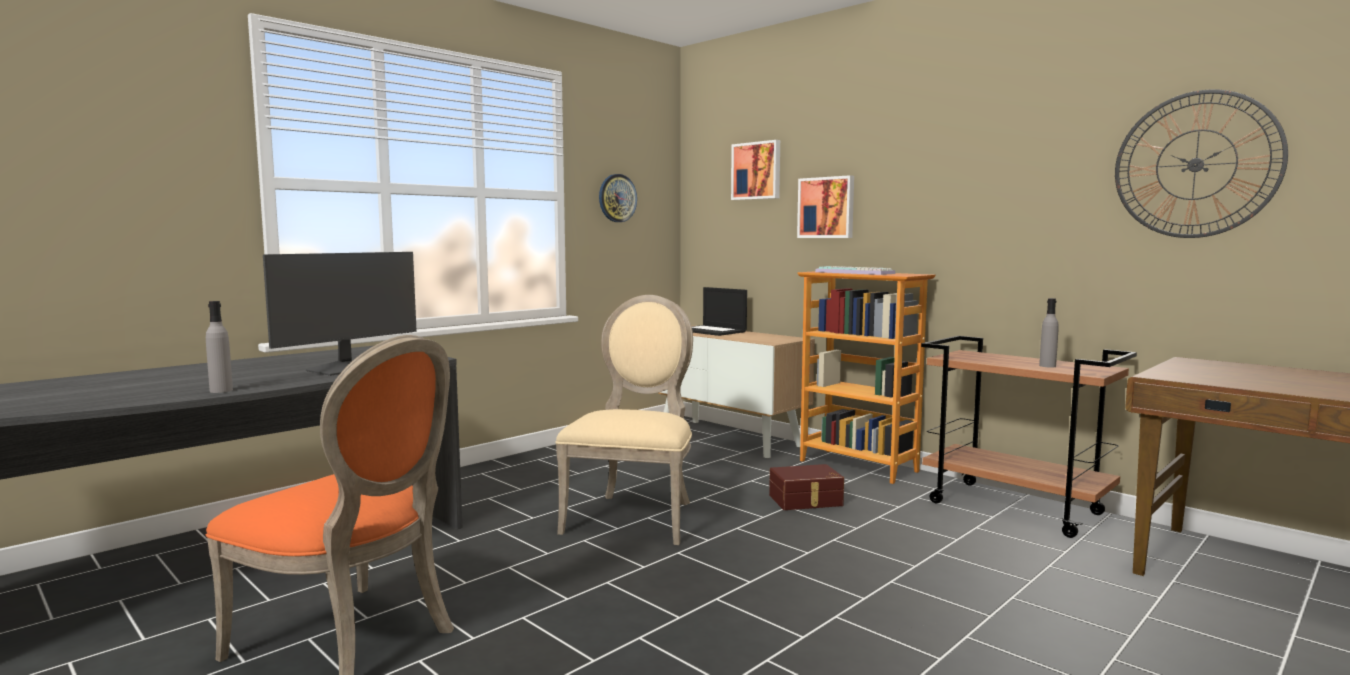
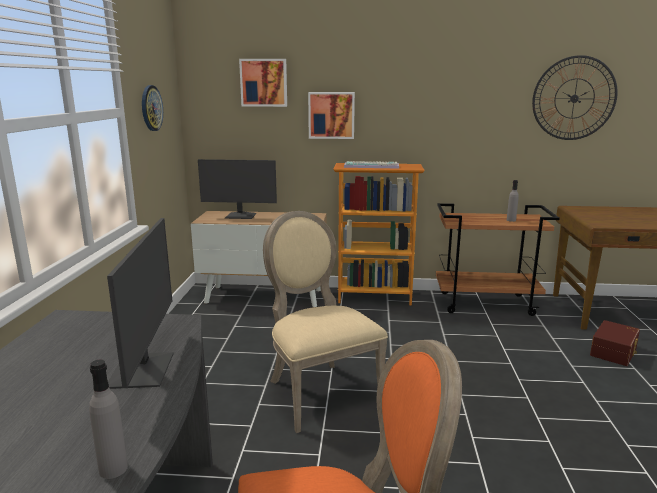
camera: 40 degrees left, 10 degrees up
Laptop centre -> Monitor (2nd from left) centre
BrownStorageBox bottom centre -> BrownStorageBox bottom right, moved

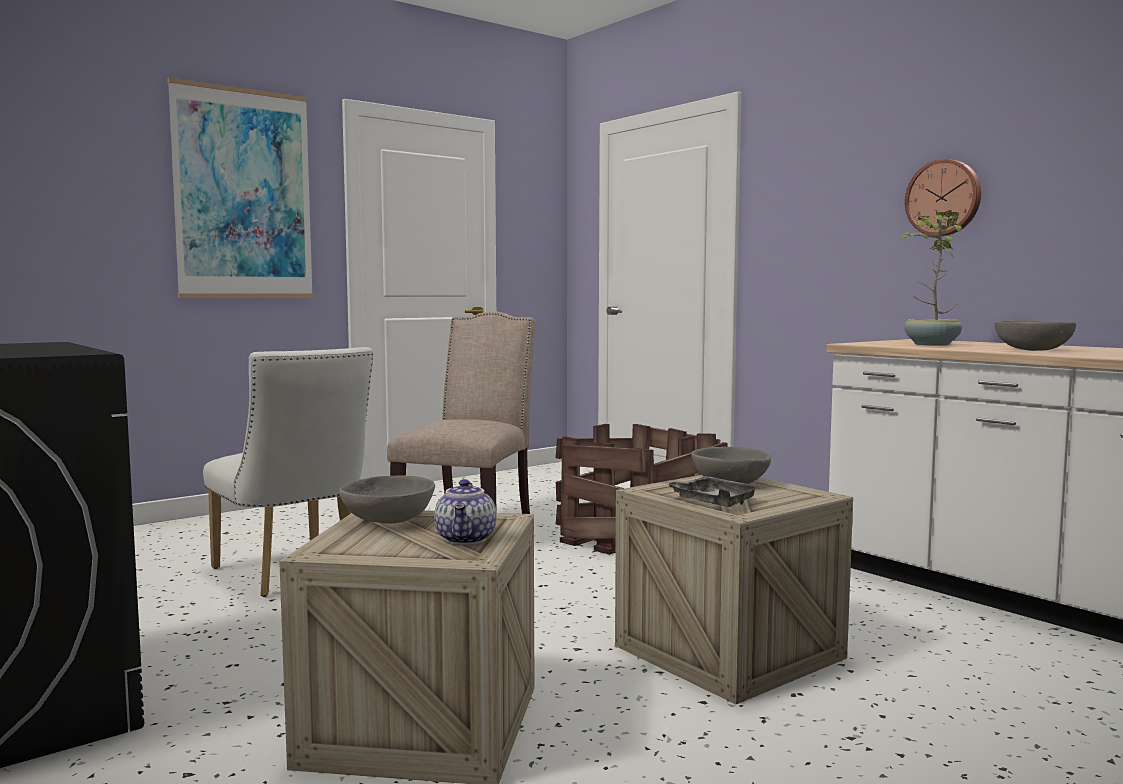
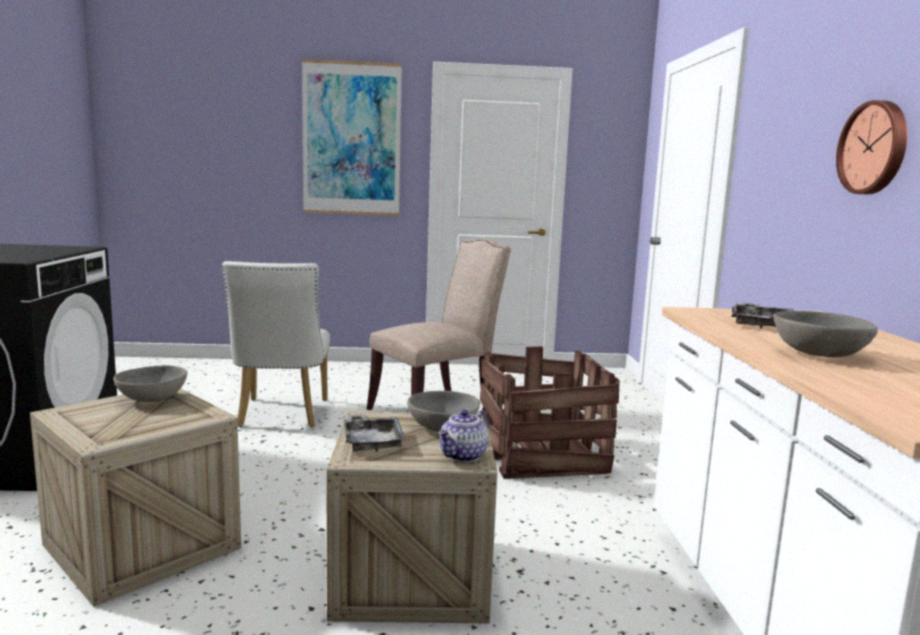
camera: 35 degrees right, 5 degrees up
PottedPlant middle right -> GreyTray (2nd from left) middle right
Teapot centre -> Teapot bottom centre, moved

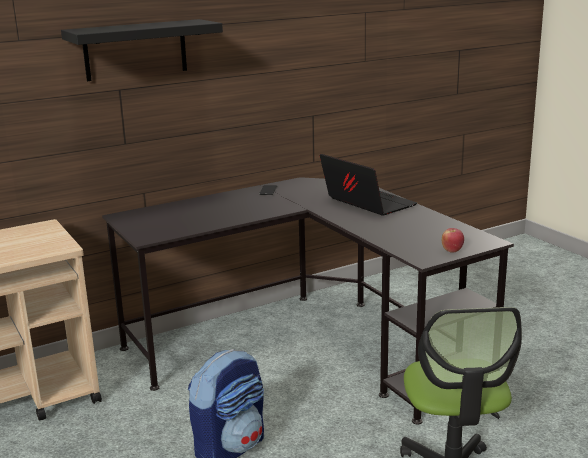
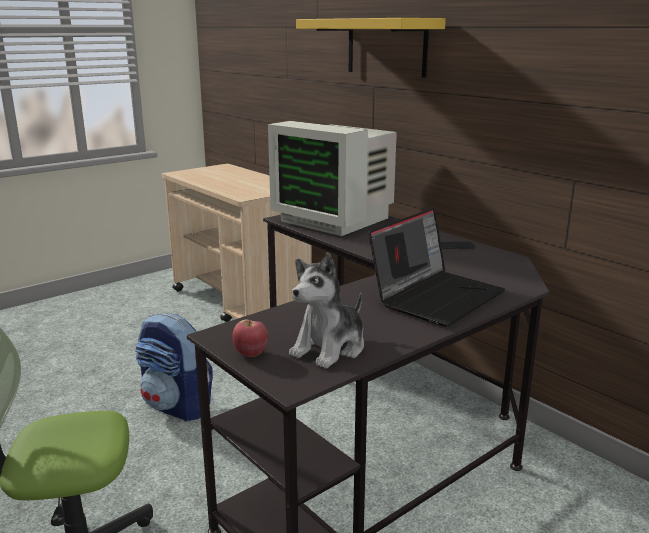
camera: 80 degrees right, 0 degrees up
BlackShelf top left -> YellowShelf top centre
none -> Monitor centre
none -> PlushToy centre

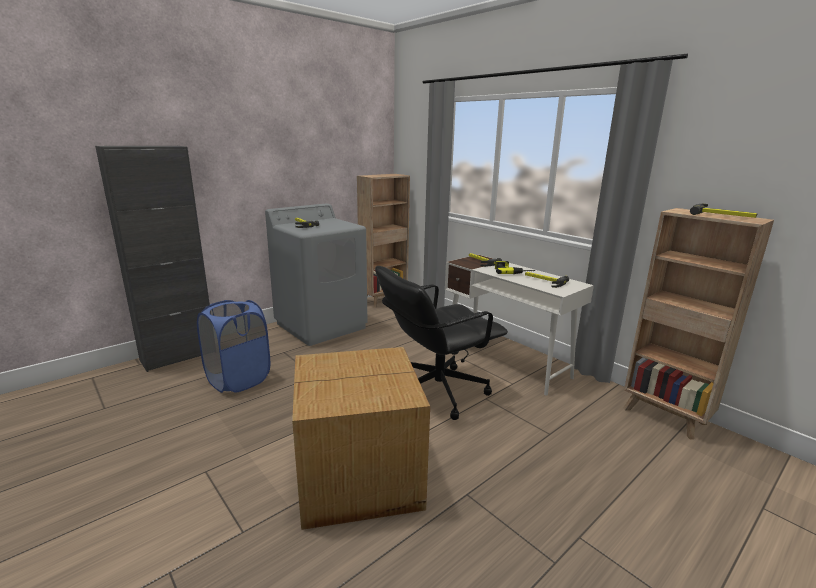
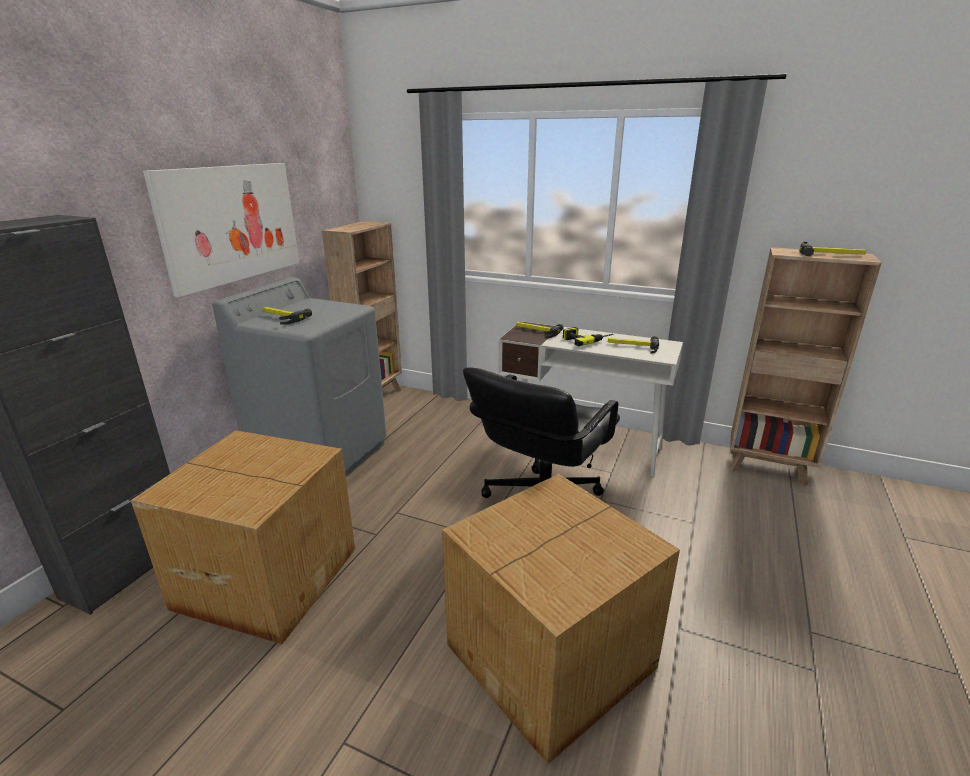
camera: 25 degrees left, 5 degrees up
BlueLaundryBasket middle left -> CardboardBox (1st from left) bottom left
none -> Picture top left

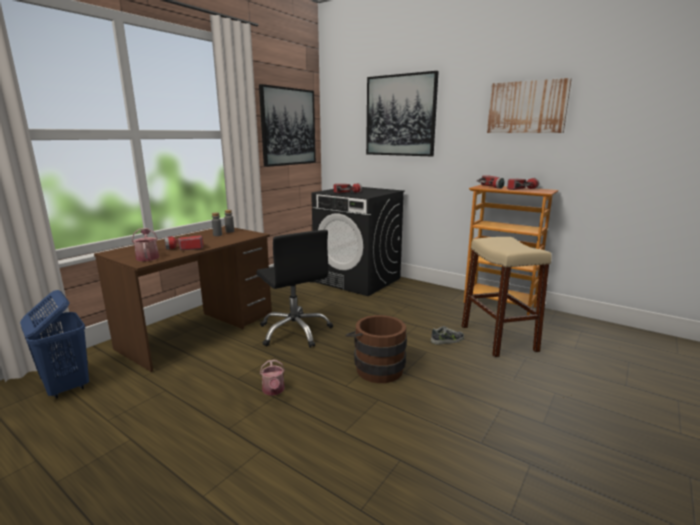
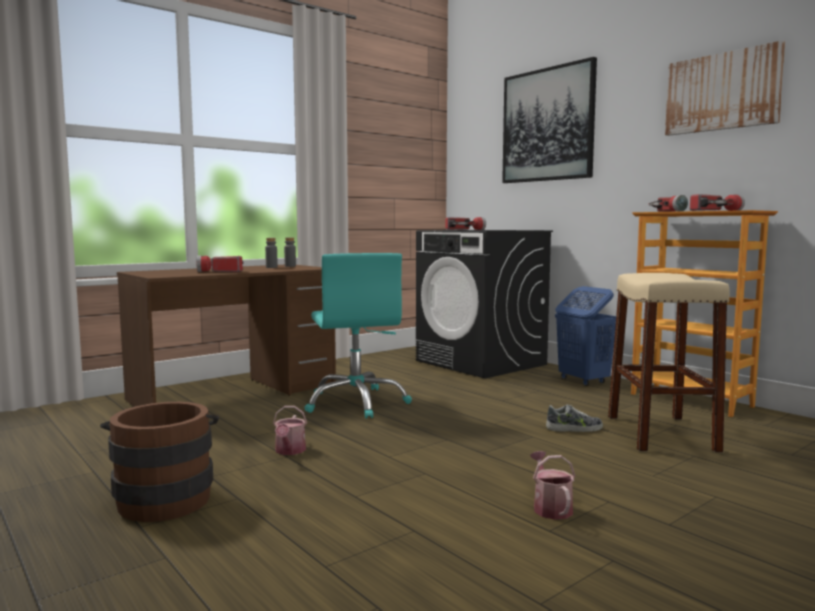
camera: 15 degrees right, 10 degrees down
Picture (1st from left) top centre -> none
WateringCan (1st from left in the first image) middle left -> WateringCan (2nd from left) bottom right, moved
BlackOfficeChair centre -> TurquoiseOfficeChair centre
BlueLaundryBasket middle left -> BlueLaundryBasket middle right, moved
BrownBucket centre -> BrownBucket bottom left, moved

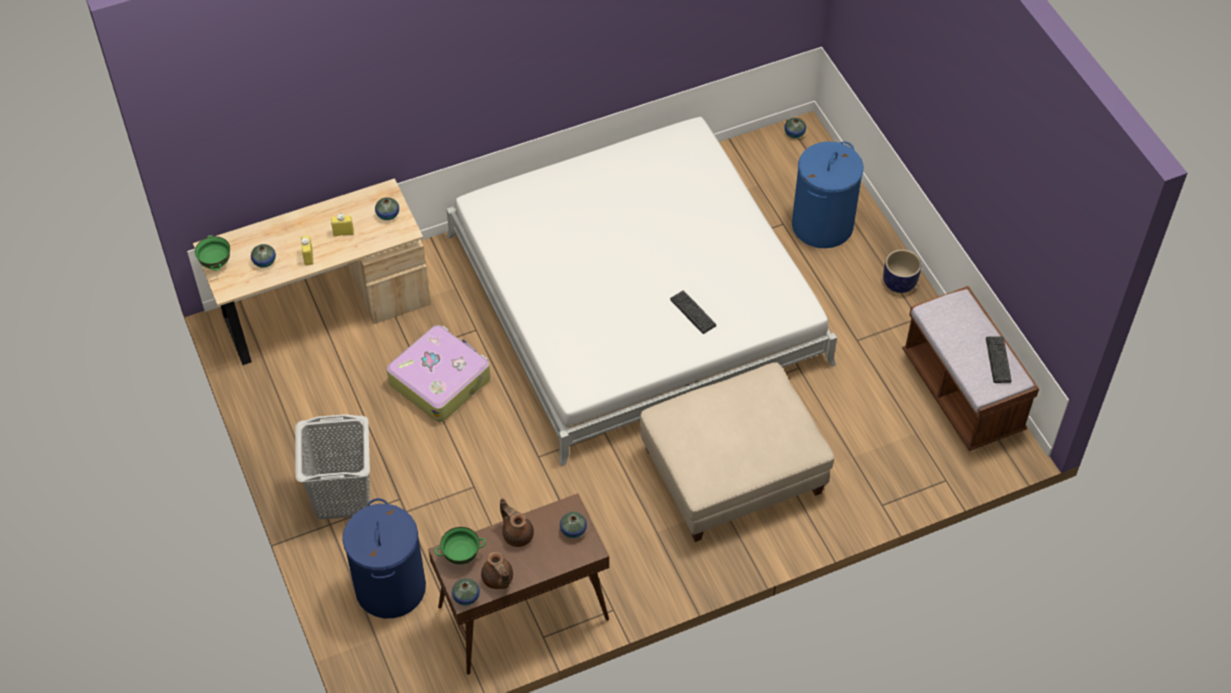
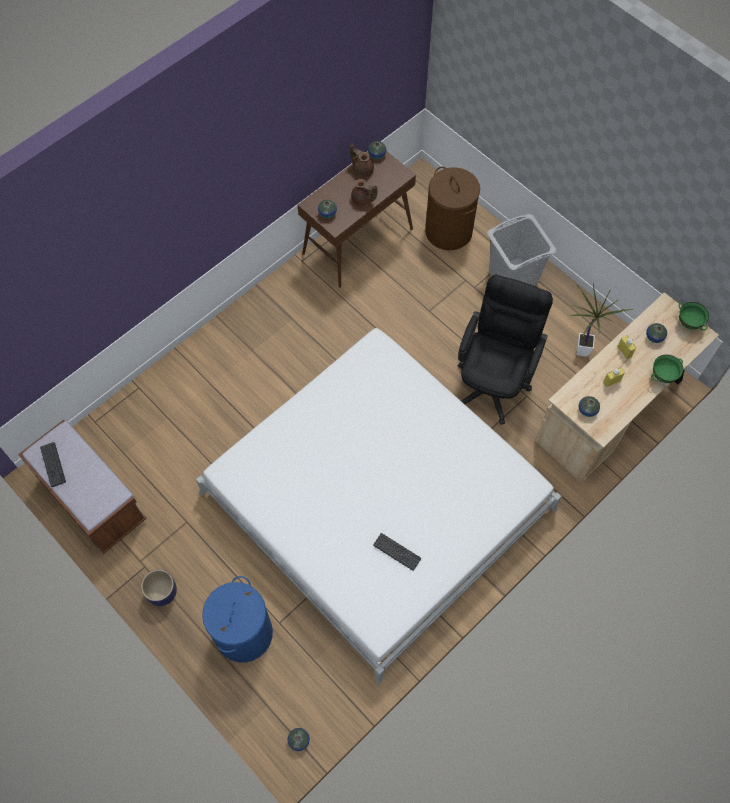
camera: 160 degrees right, 10 degrees up
Keyboard (1st from left in the first image) centre -> Keyboard (2nd from left) bottom centre, moved
Suitcase centre -> BlackOfficeChair middle right
BeigeOttoman centre -> none
BlueLaundryBasket (1st from left) bottom left -> BrownLaundryBasket top centre
GreenBowl (2nd from left in the first image) bottom centre -> GreenBowl (1st from left) middle right, moved
none -> PottedPlant middle right

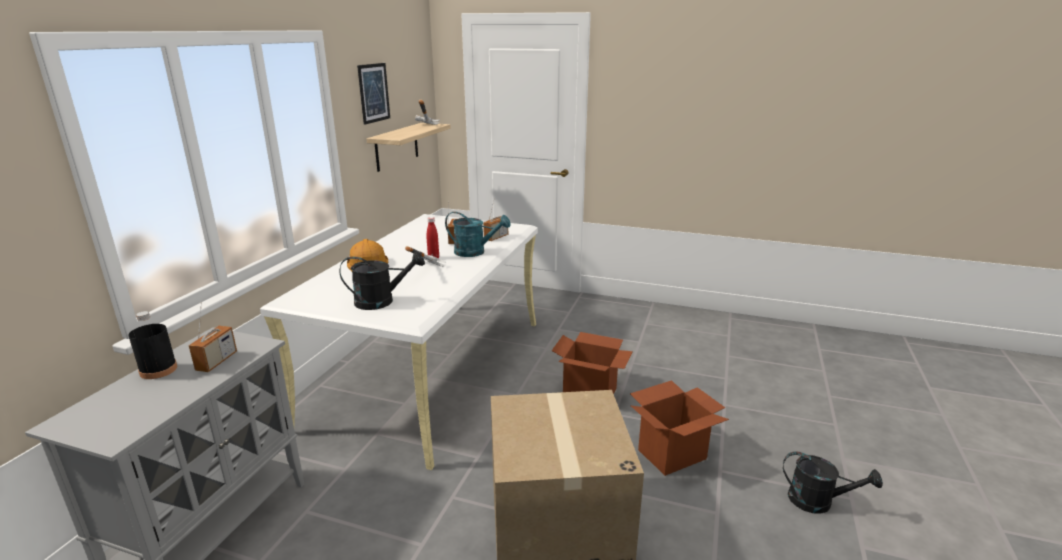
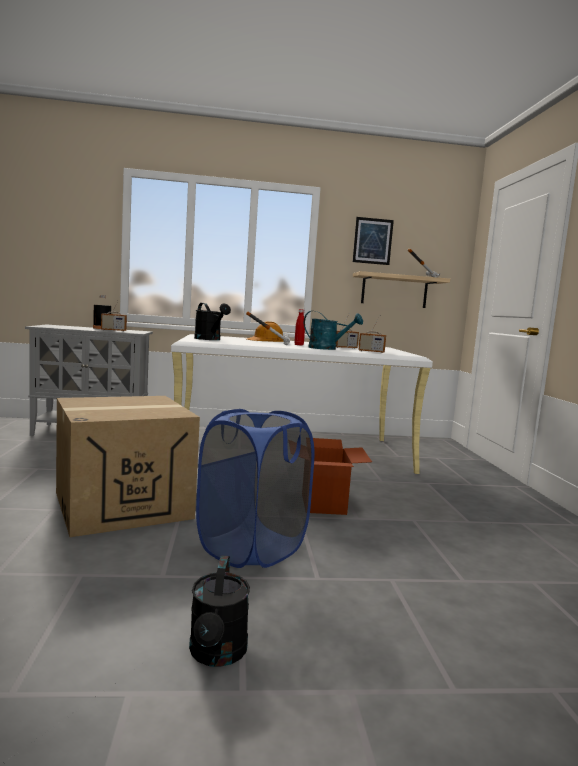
camera: 65 degrees right, 15 degrees down
TurquoiseWateringCan centre, 60 degrees counterclockwise
CardboardBox (3rd from left) bottom centre -> BlueLaundryBasket centre

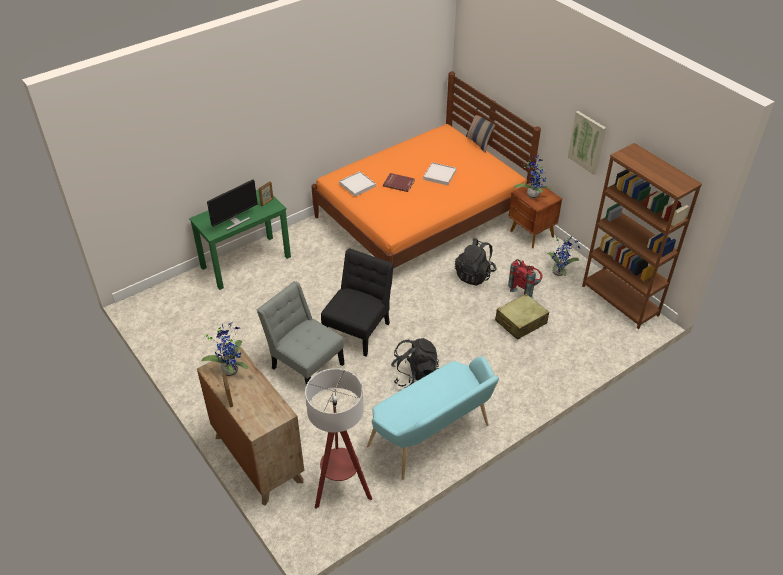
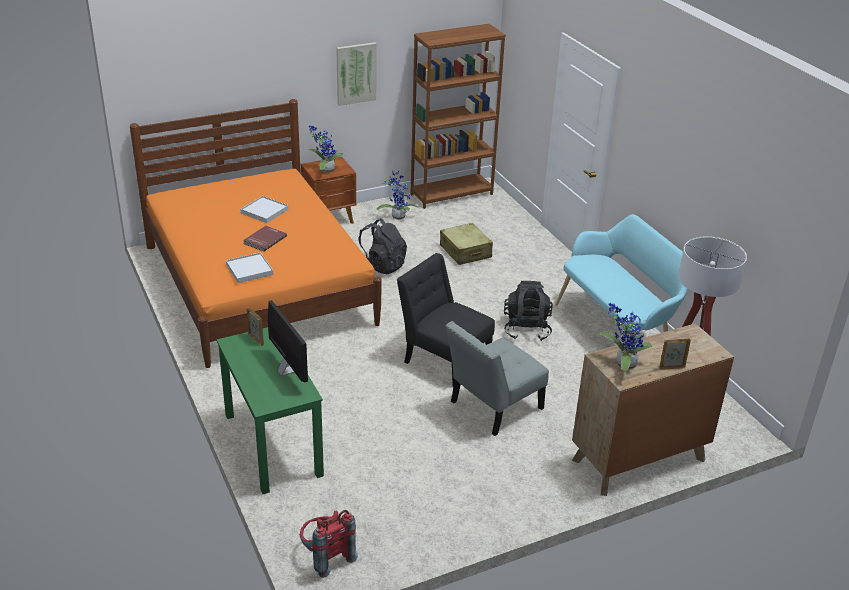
camera: 80 degrees left, 10 degrees down
Pillow top centre -> none
RedBackpack middle right -> RedBackpack bottom centre, moved

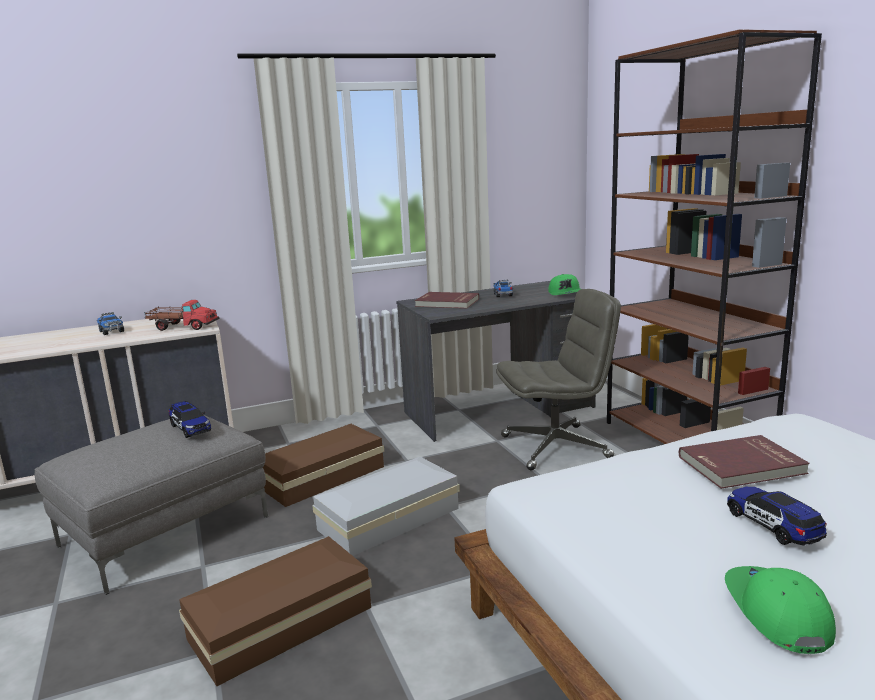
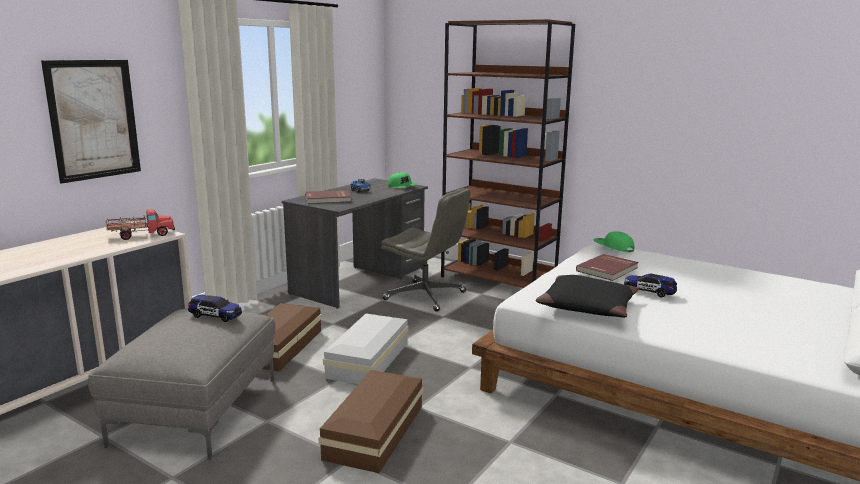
camera: 35 degrees left, 0 degrees up
GreyOfficeChair centre, 75 degrees clockwise
ToyTruck (1st from left) middle left -> none
GreenCap (2nd from left) bottom right -> GreenCap (2nd from left) middle right, moved
none -> Picture top left
none -> BlackPillow middle right

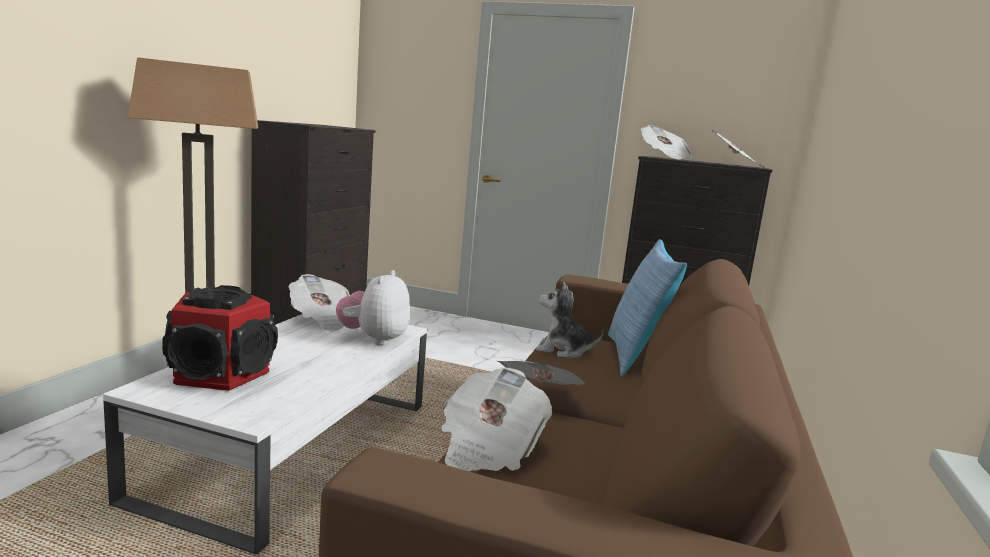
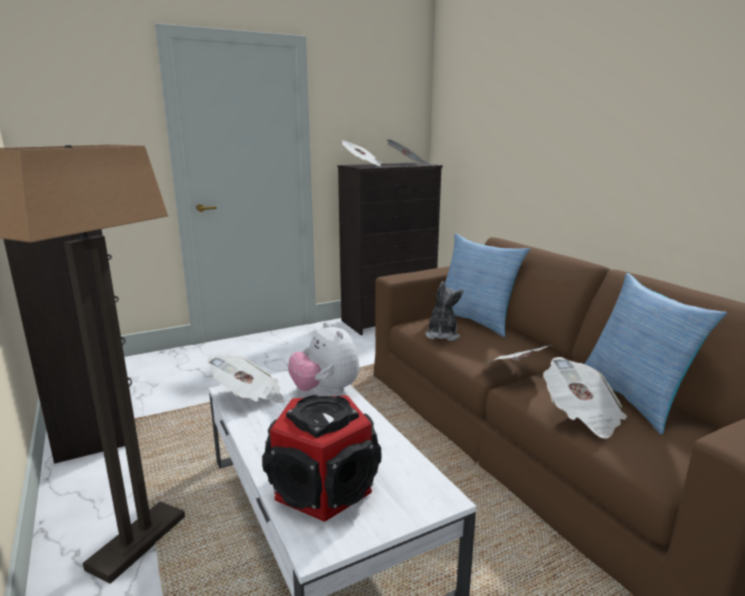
camera: 45 degrees left, 5 degrees up
PlushToy (2nd from left) centre, 135 degrees clockwise
none -> Pillow (2nd from left) middle right

